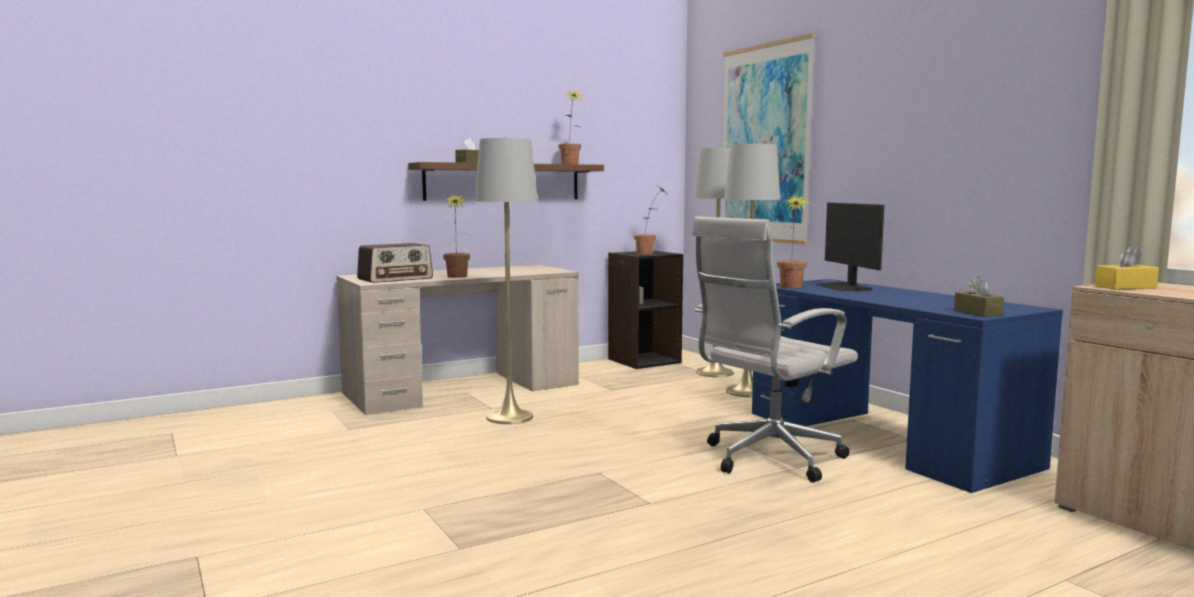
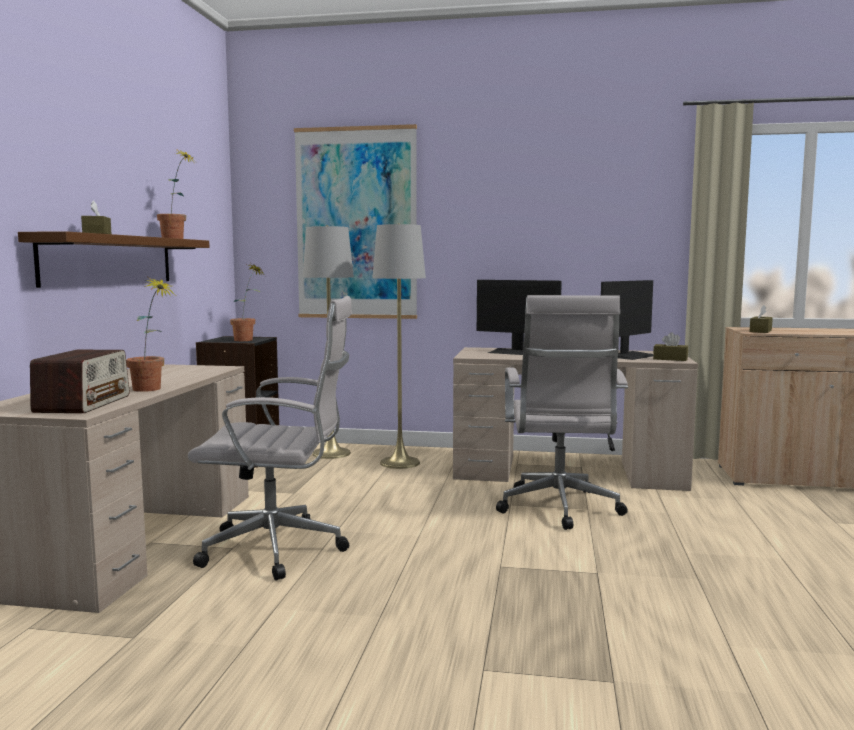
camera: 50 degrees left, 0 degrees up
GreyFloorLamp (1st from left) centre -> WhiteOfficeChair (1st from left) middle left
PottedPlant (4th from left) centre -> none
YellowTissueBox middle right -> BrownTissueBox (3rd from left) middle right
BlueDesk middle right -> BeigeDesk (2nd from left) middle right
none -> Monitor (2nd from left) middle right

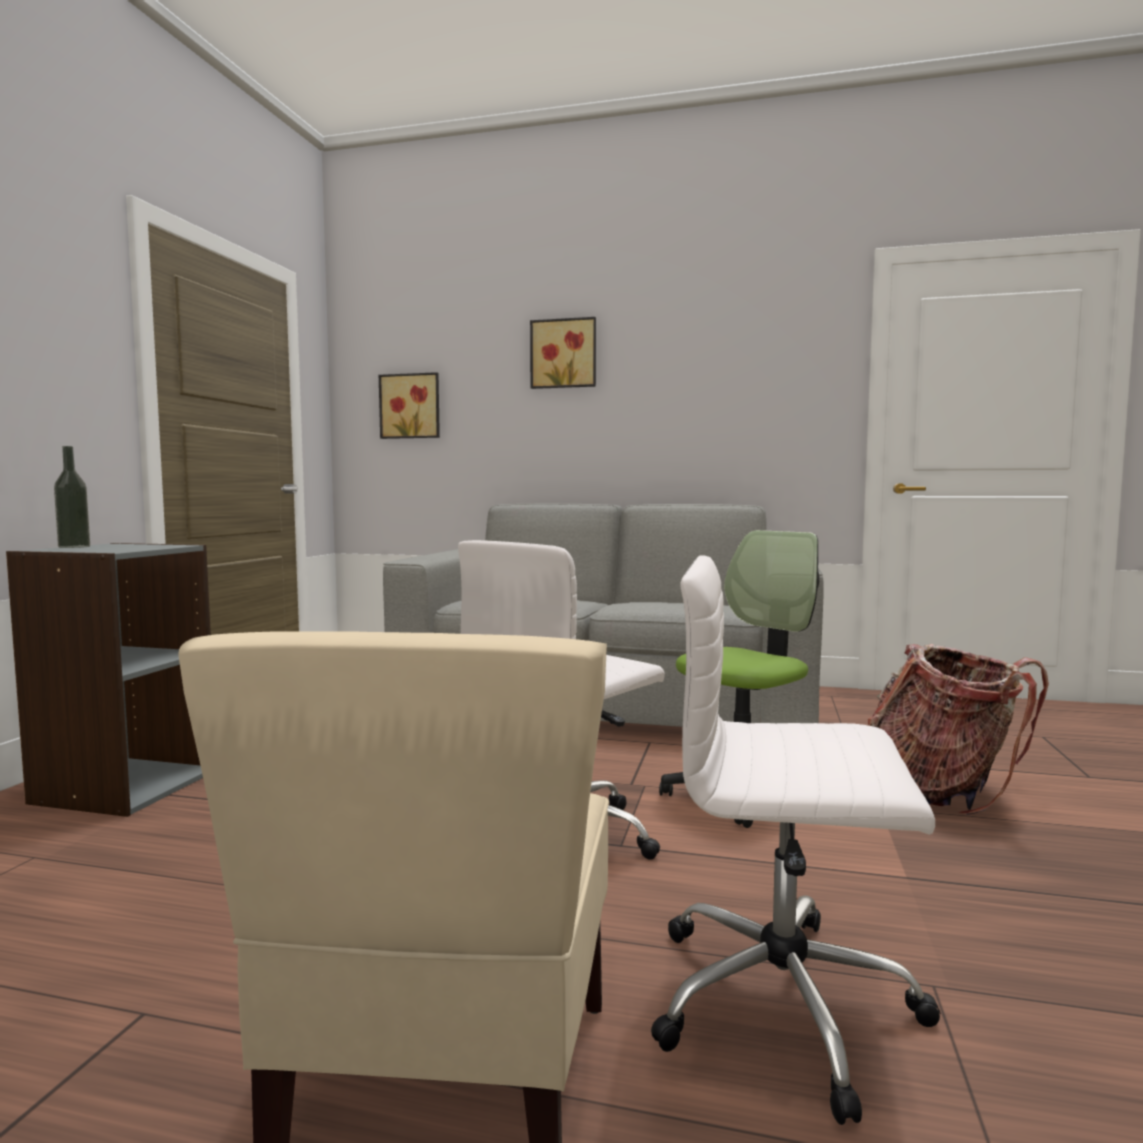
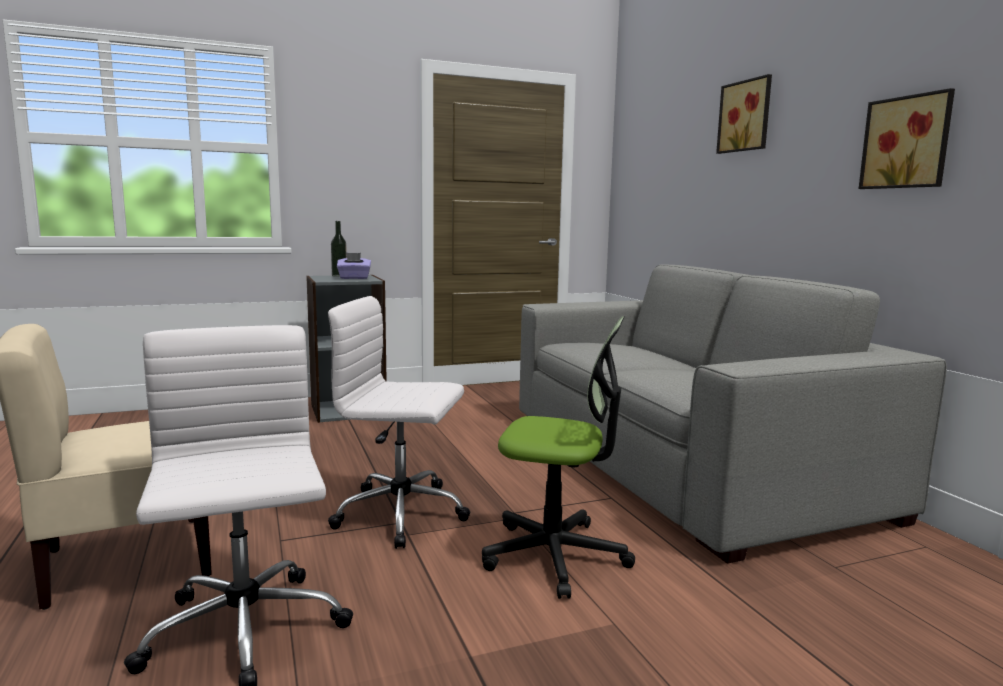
camera: 55 degrees right, 5 degrees up
Picture (1st from left in the first image) centre -> Picture (2nd from left) top right, moved
Backpack middle right -> none
none -> PurpleTissueBox centre

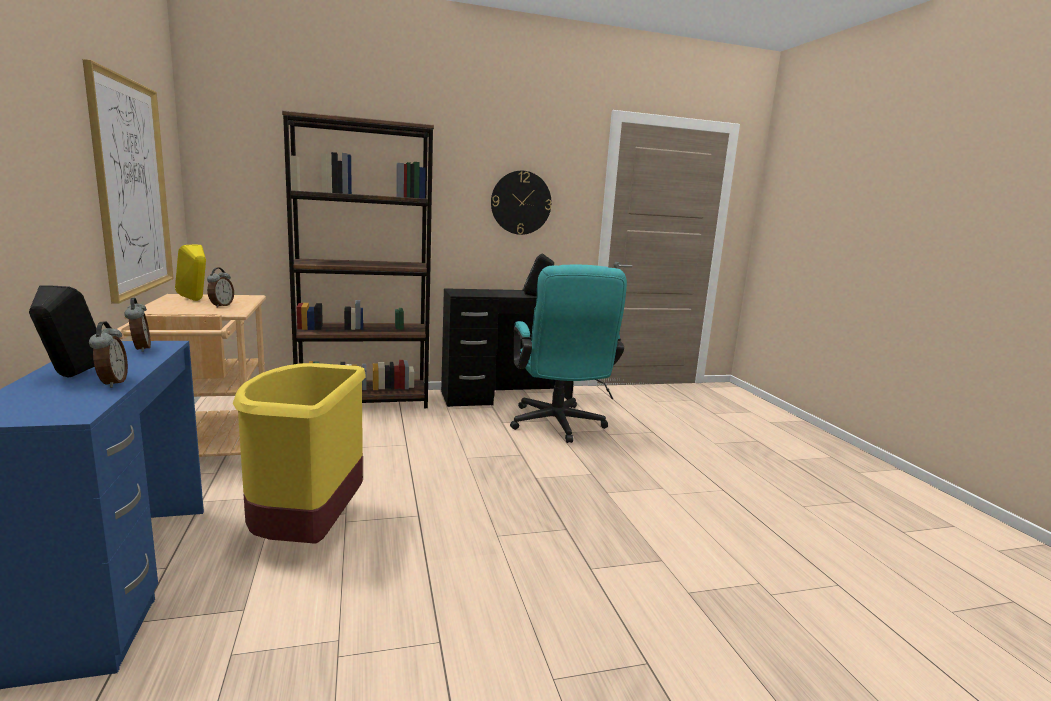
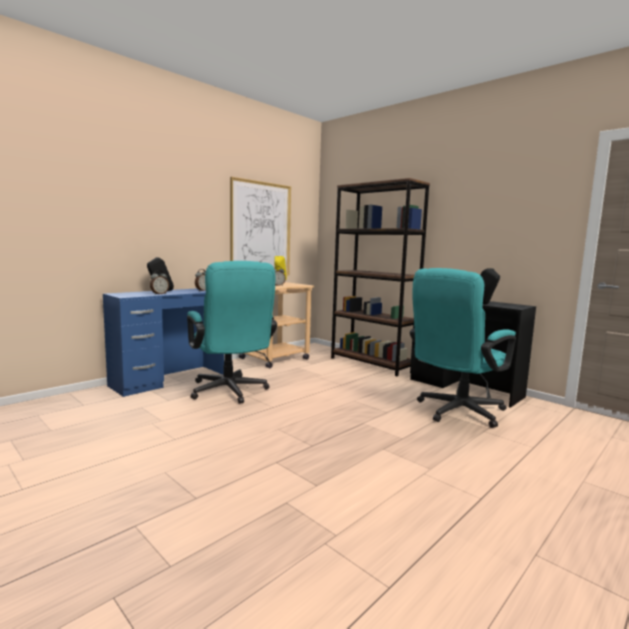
camera: 60 degrees right, 5 degrees down
WallClock top centre -> none
YellowTrashCan middle left -> TurquoiseOfficeChair (1st from left) centre

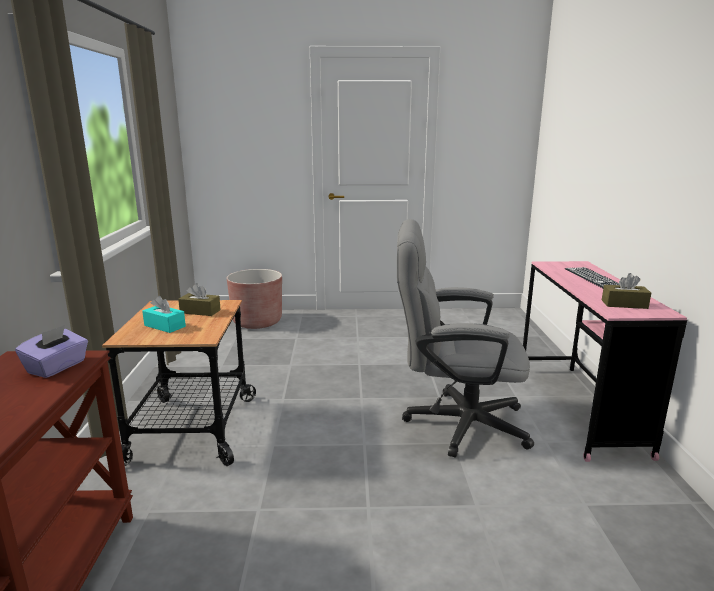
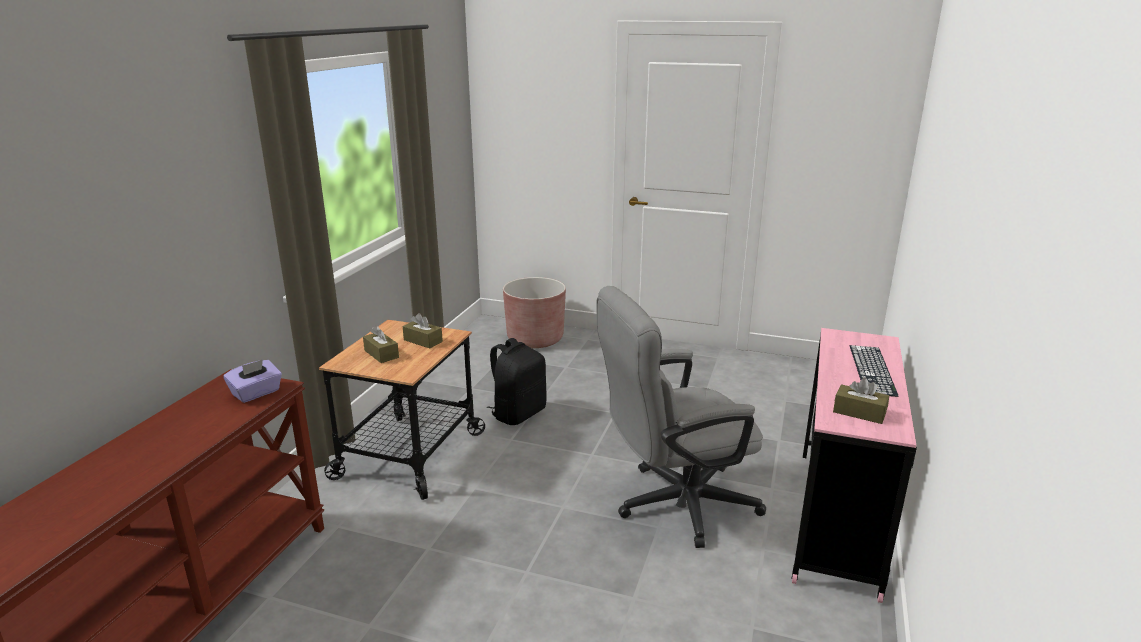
camera: 20 degrees right, 5 degrees up
GreyOfficeChair centre, 45 degrees counterclockwise
TurquoiseTissueBox middle left -> BrownTissueBox (1st from left) centre
none -> BlackBackpack centre

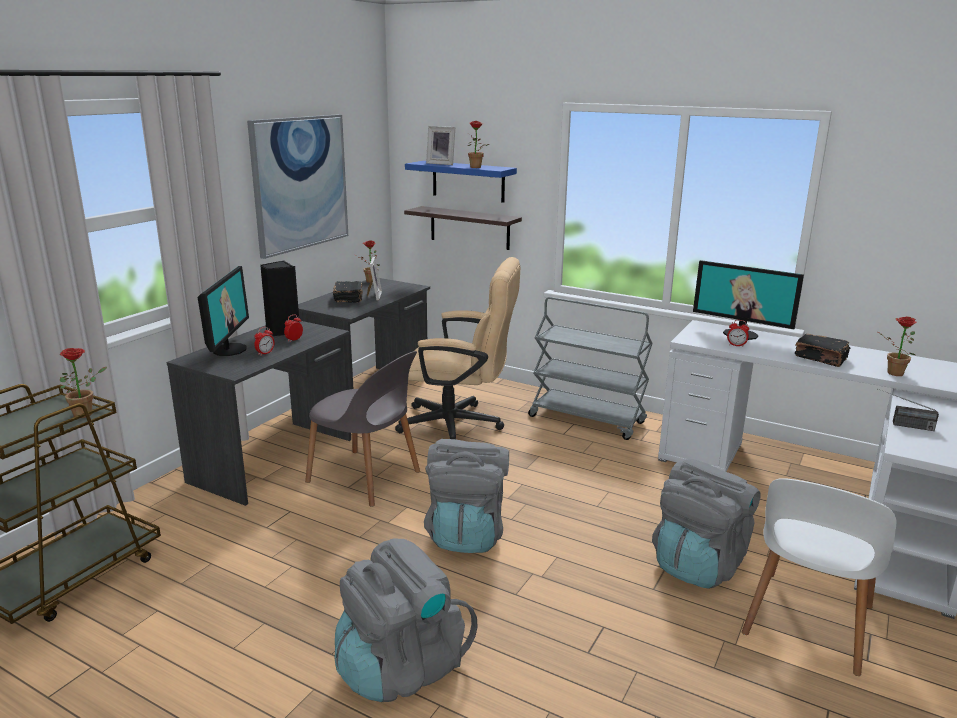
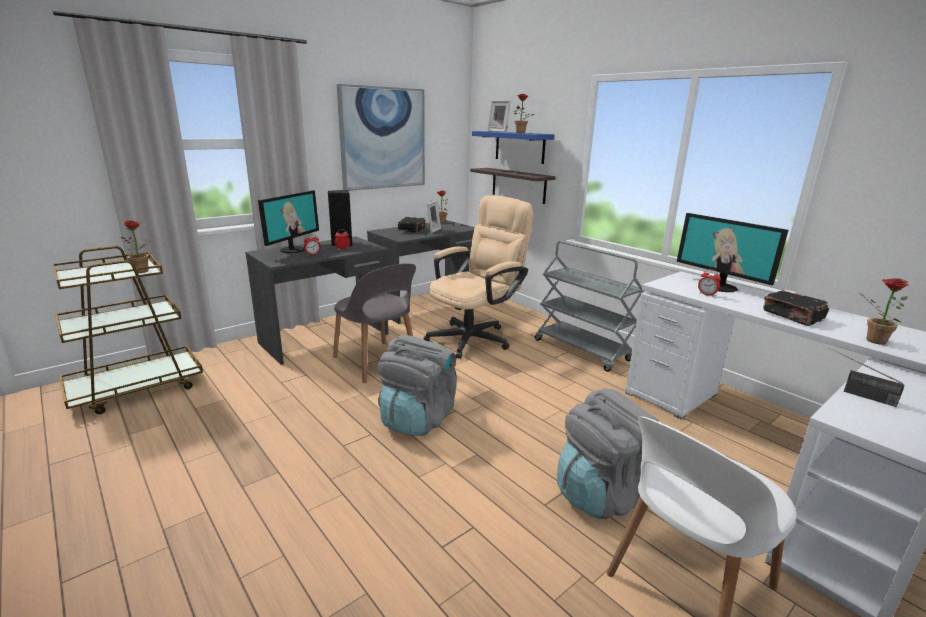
camera: 20 degrees right, 0 degrees up
BeigeOfficeChair centre, 75 degrees counterclockwise
GreyBackpack (1st from left) bottom centre -> none

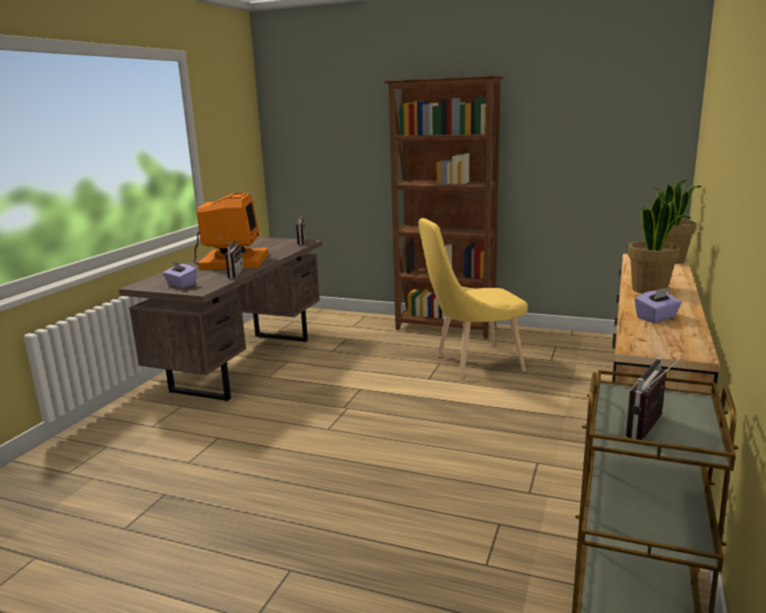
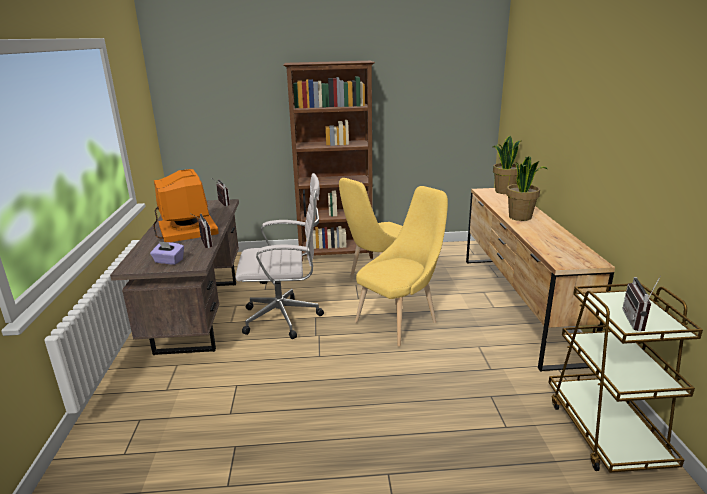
camera: 25 degrees left, 5 degrees up
PurpleTissueBox (2nd from left) middle right -> none
none -> WhiteOfficeChair centre
none -> YellowChair (2nd from left) centre

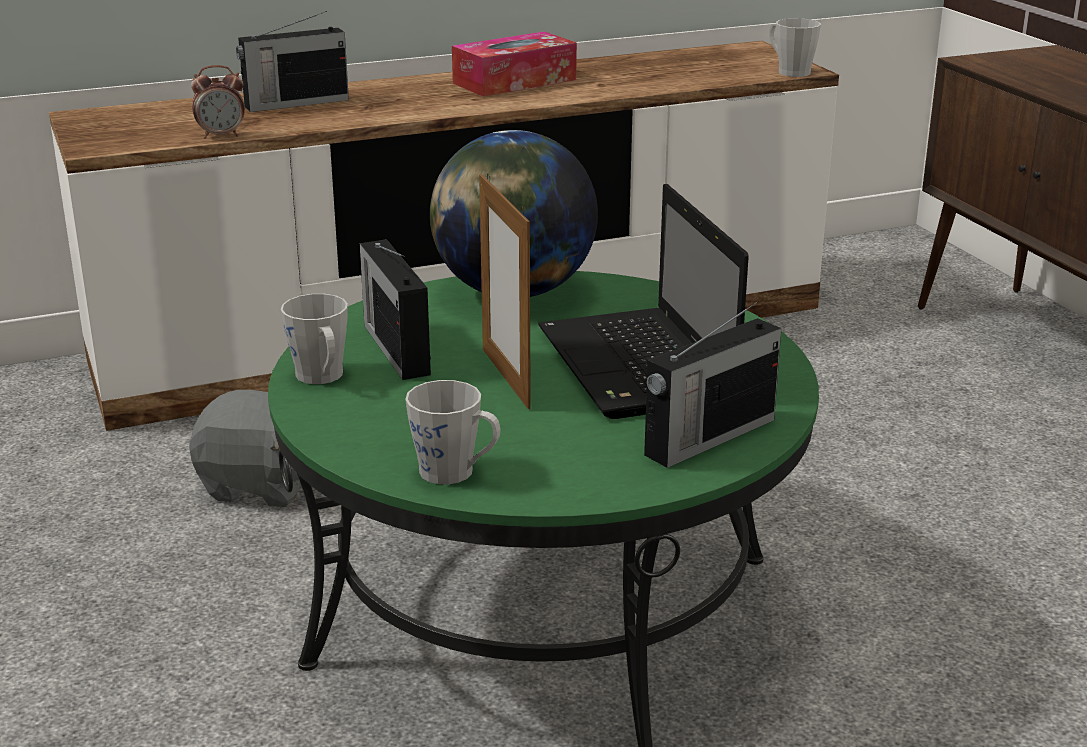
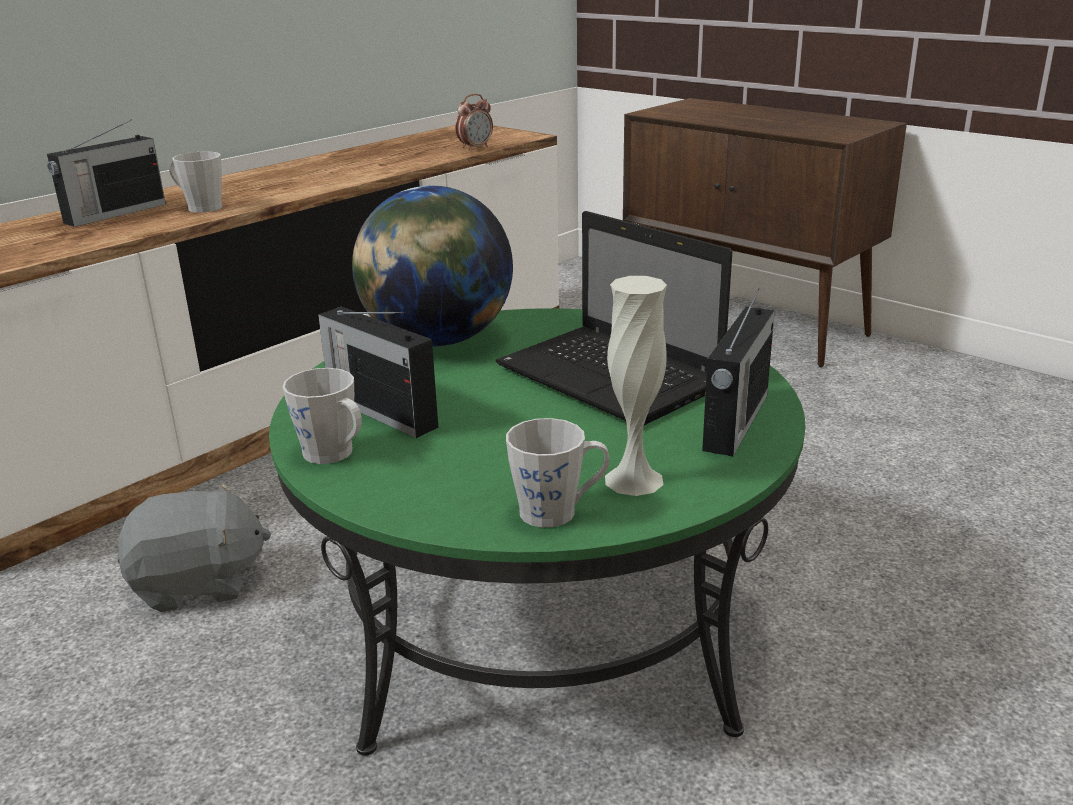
camera: 25 degrees left, 0 degrees up
GreyMug (3rd from left in the first image) top right -> GreyMug (1st from left) top left, moved
TissueBox top centre -> none
AlarmClock top left -> AlarmClock top centre, moved
PictureFrame centre -> none
none -> WhiteVase centre

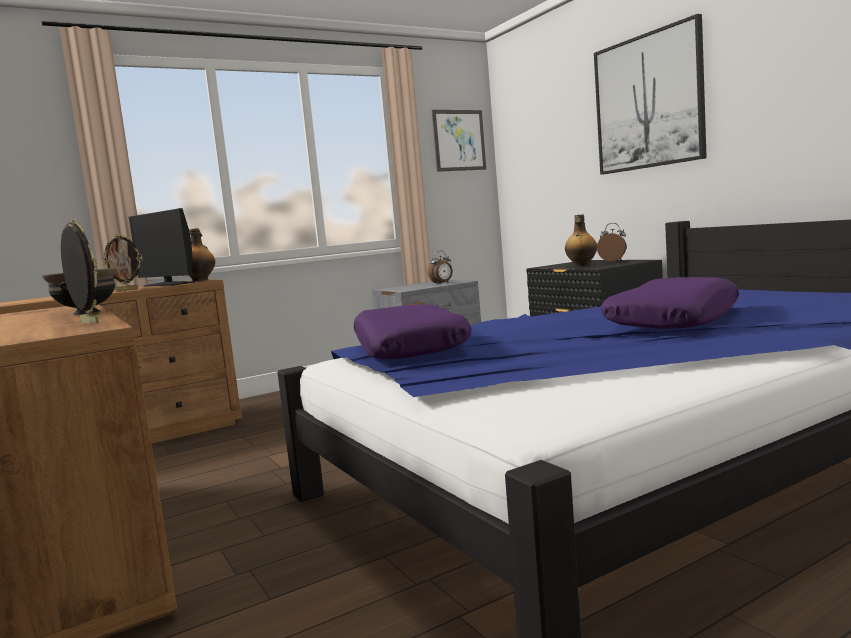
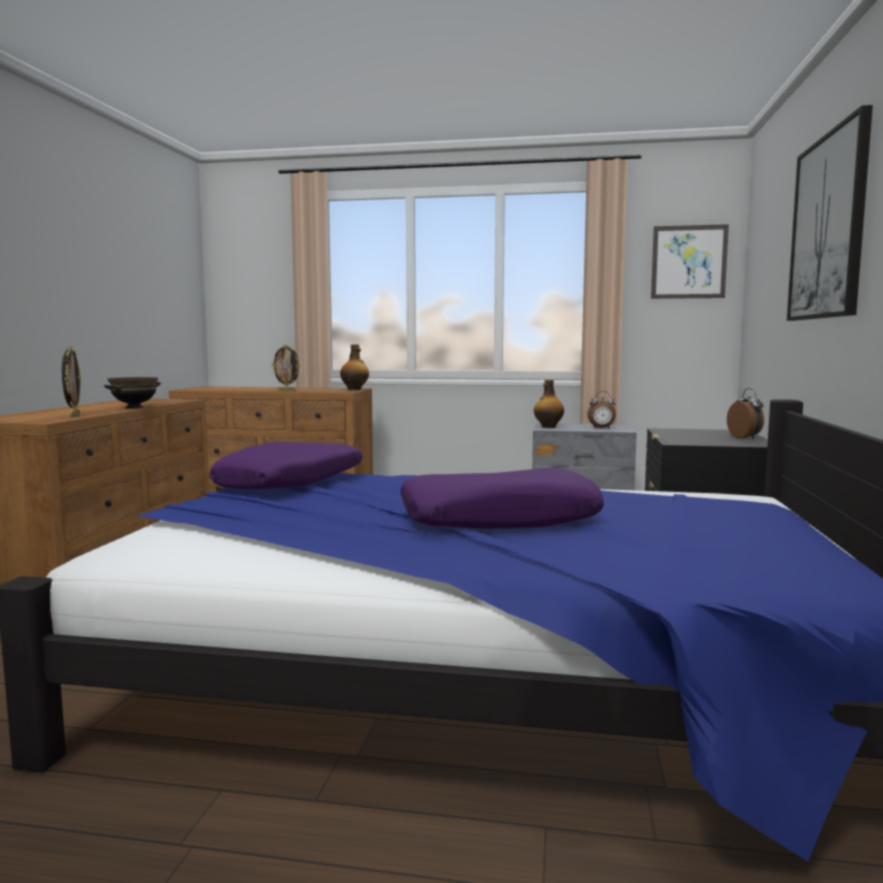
camera: 40 degrees right, 0 degrees up
Monitor middle left -> none
Bottle (2nd from left) middle right -> Bottle (2nd from left) centre, moved

